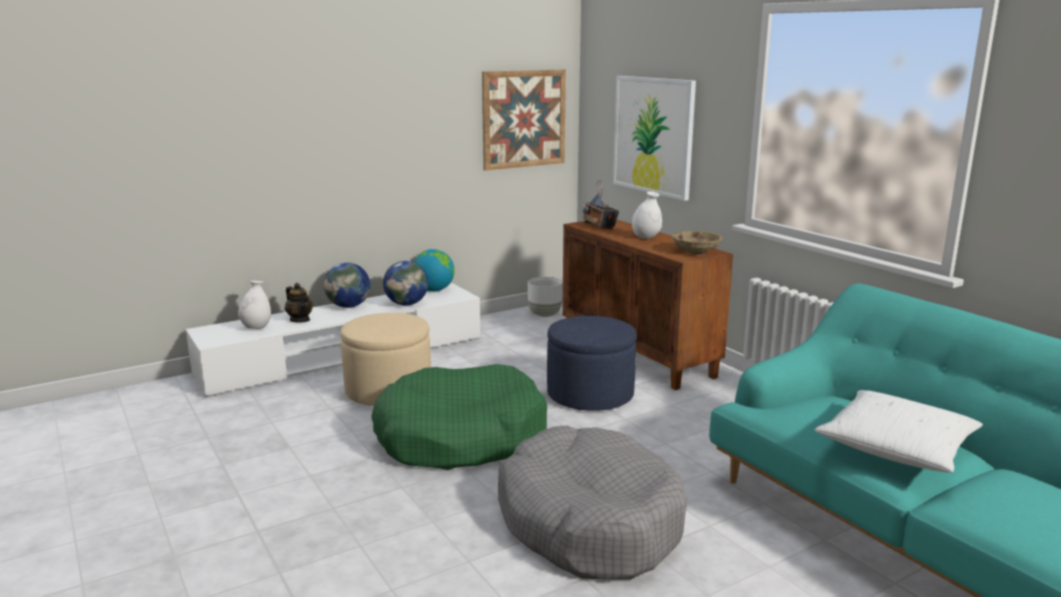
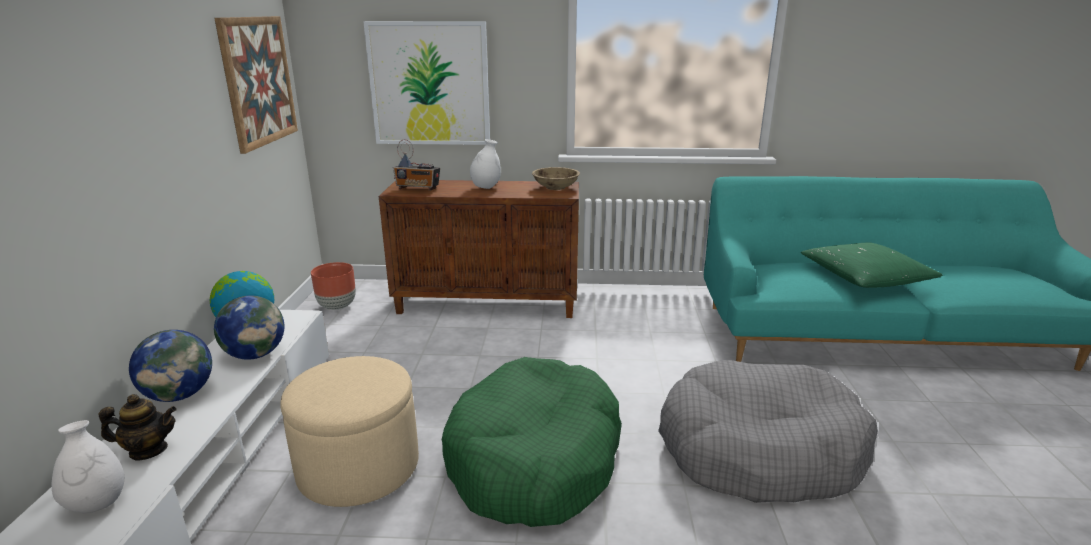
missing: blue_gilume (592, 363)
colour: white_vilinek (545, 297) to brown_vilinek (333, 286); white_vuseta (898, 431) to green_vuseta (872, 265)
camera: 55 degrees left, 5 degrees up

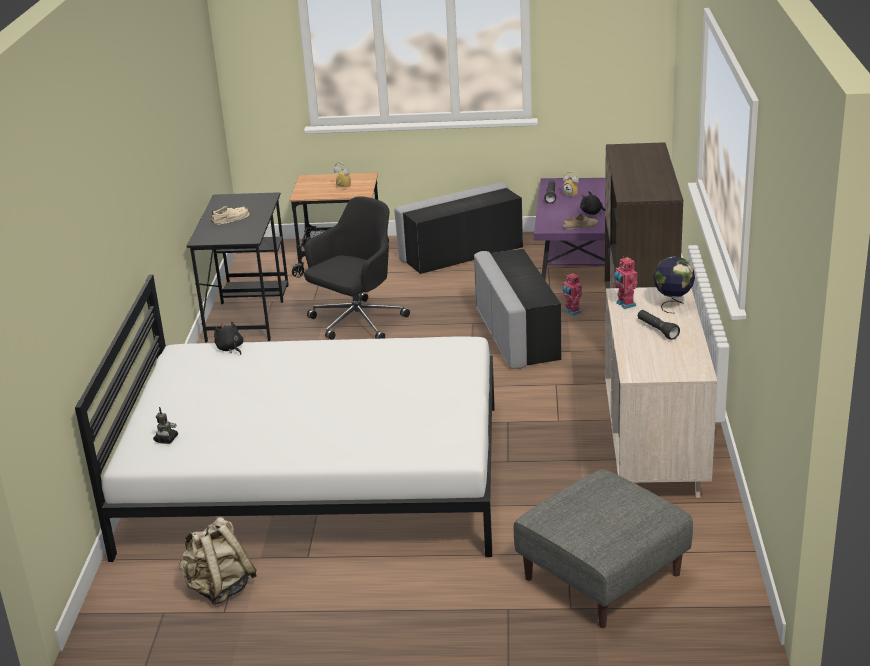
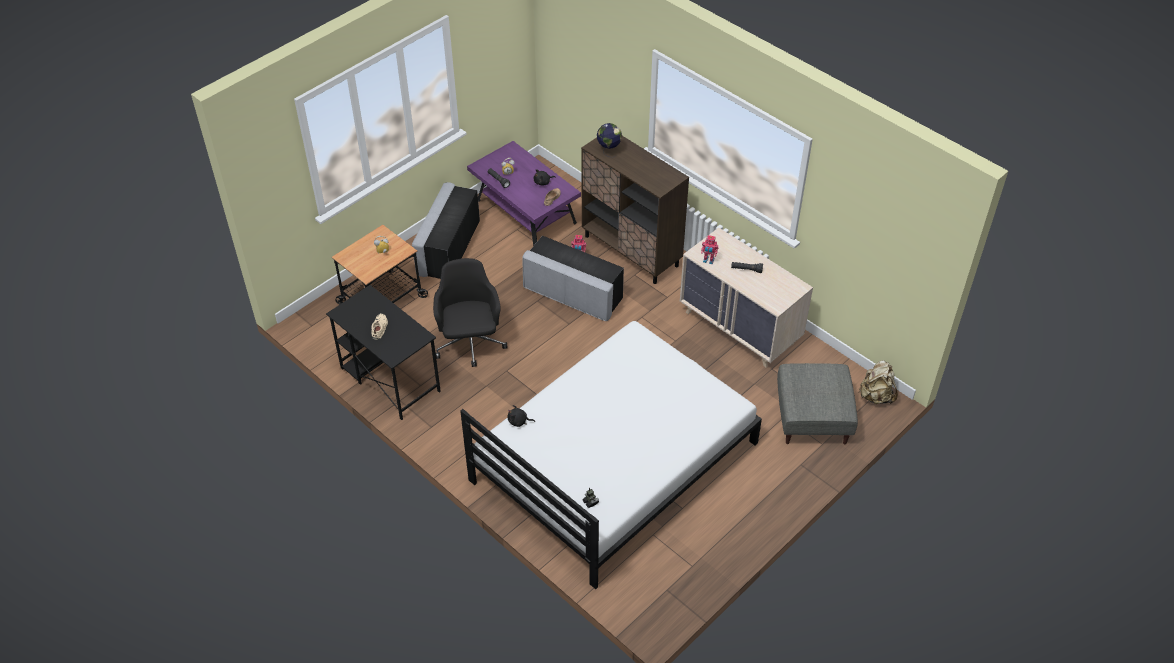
relocated: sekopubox (674, 284) to (609, 140); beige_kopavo (218, 561) to (878, 382)
camera: 50 degrees left, 20 degrees up

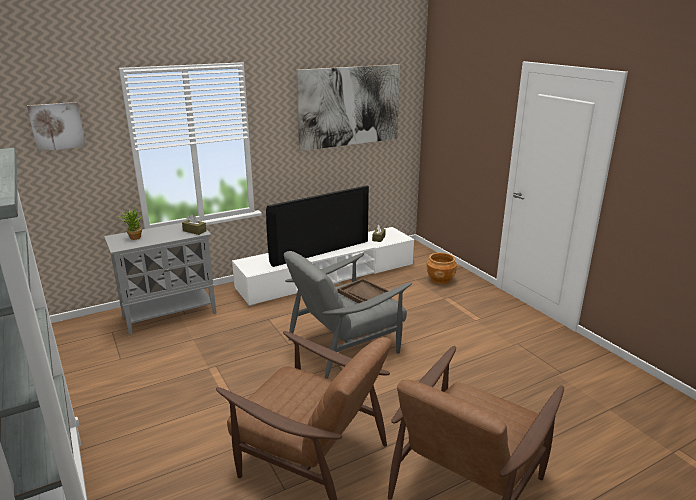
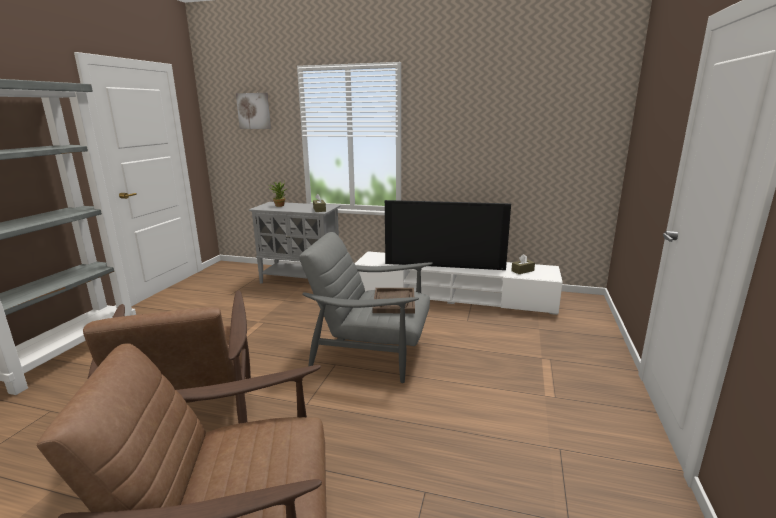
missing: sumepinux (348, 107); brown_vilinek (441, 268)
camera: 45 degrees right, 5 degrees down

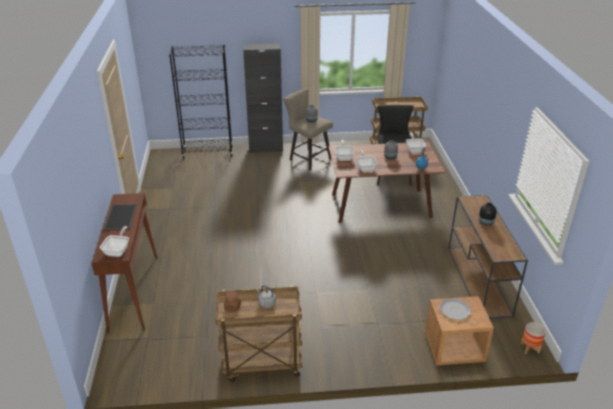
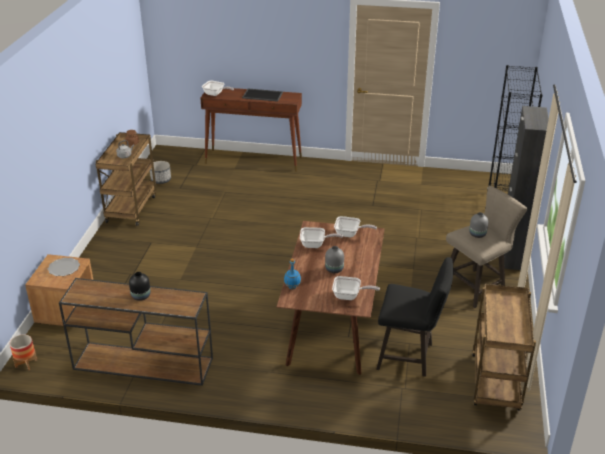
appeared: vilinek (160, 172)
camera: 105 degrees right, 0 degrees up

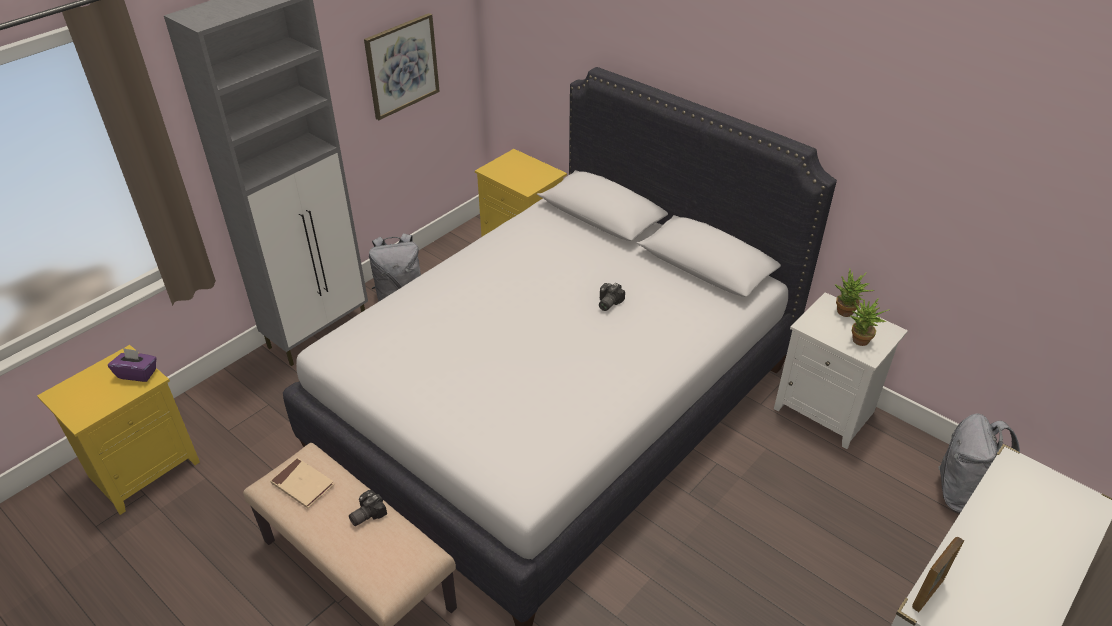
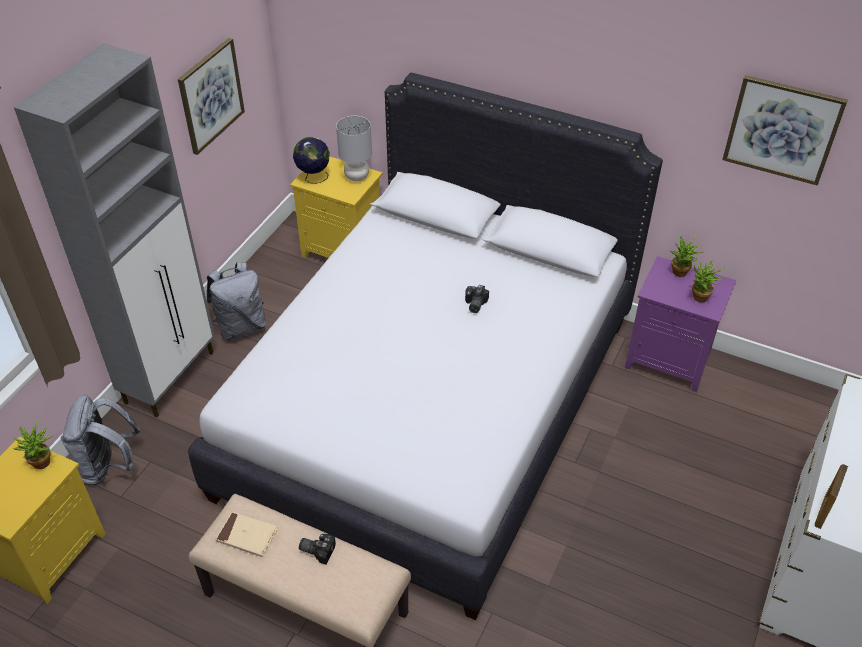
appeared: sumepinux (785, 130); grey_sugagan (354, 148); sekopubox (311, 160)
relocated: grey_kopavo (979, 464) to (101, 440)
exchanged: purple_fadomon (132, 365) to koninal (33, 444)
colour: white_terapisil (841, 370) to purple_terapisil (680, 324)
spun: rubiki (368, 508) = (317, 549) 75 degrees clockwise
camera: 15 degrees left, 5 degrees up

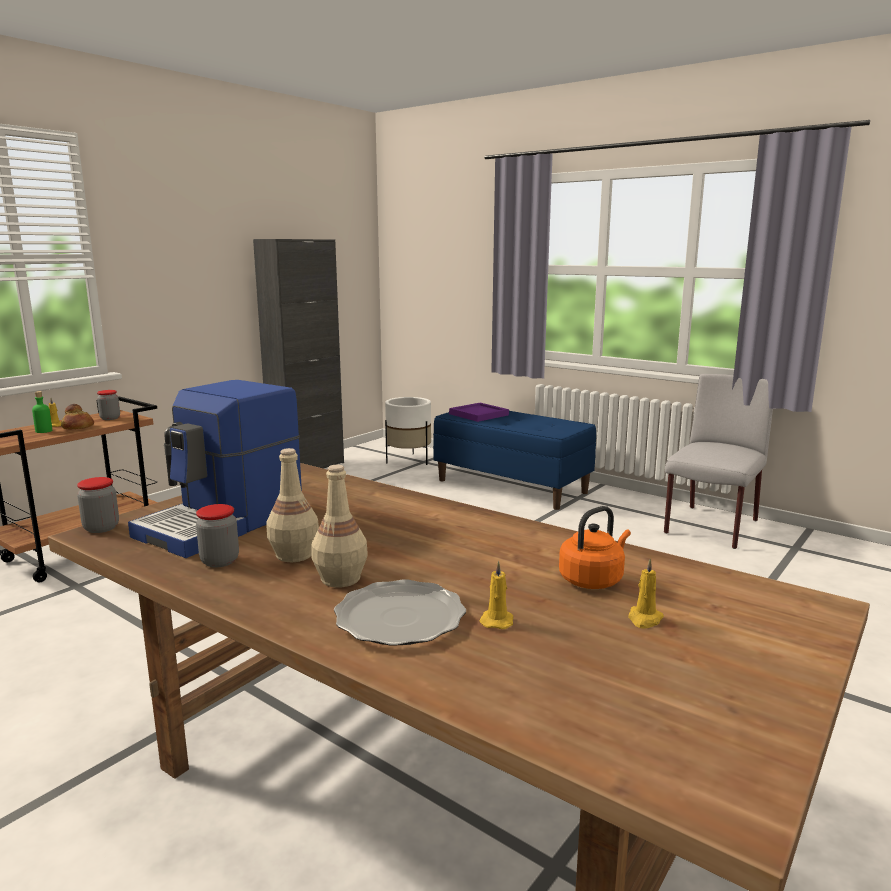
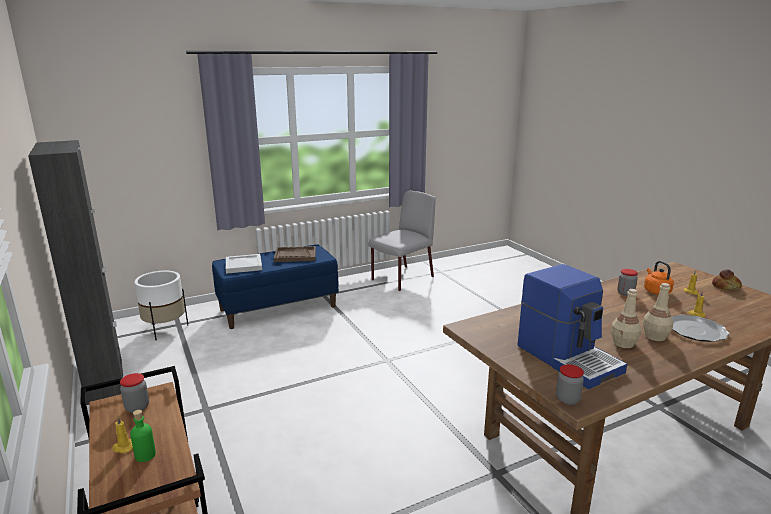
appeared: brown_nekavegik (295, 254)
relocated: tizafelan (77, 416) to (727, 279); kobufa (217, 535) to (627, 282)
colour: purple_nekavegik (479, 412) to white_nekavegik (244, 264)
spun: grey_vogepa (718, 461) = (402, 241) 75 degrees clockwise
camera: 65 degrees left, 5 degrees up

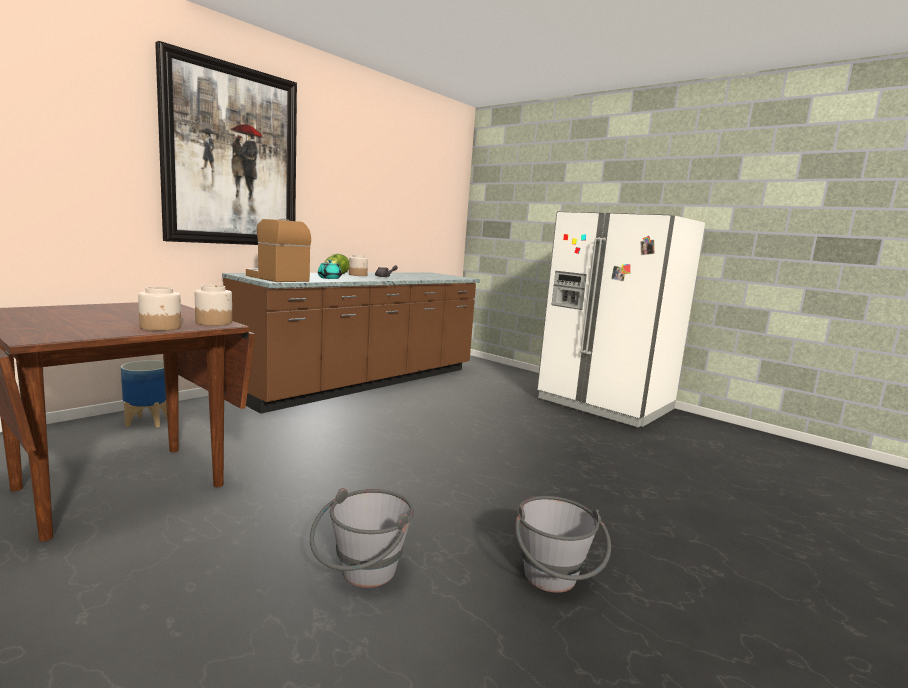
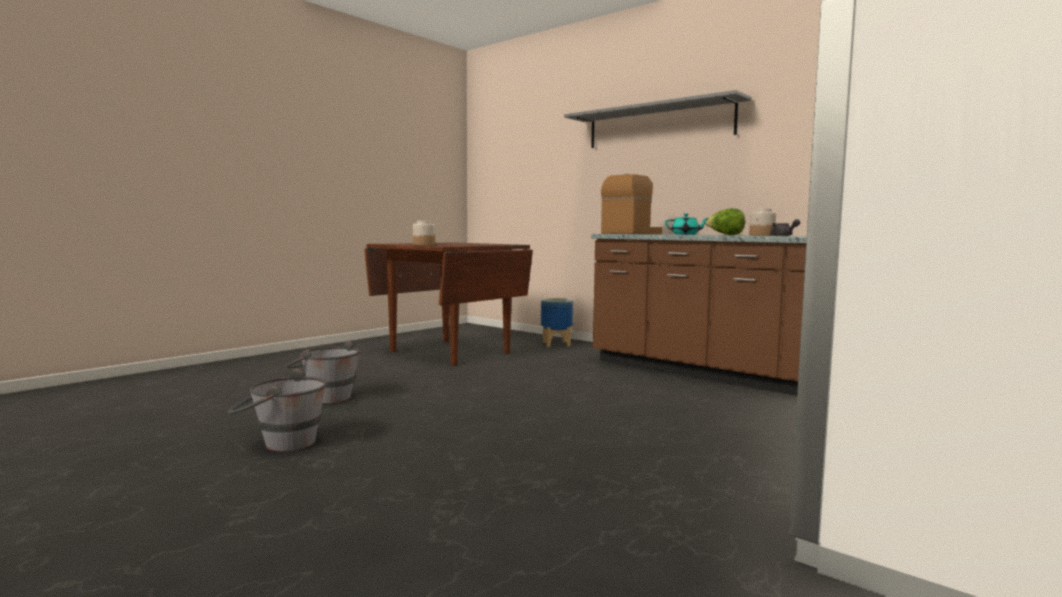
missing: kobufa (213, 305)
exchanged: sumepinux (226, 143) to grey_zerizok (658, 119)
camera: 90 degrees right, 5 degrees down

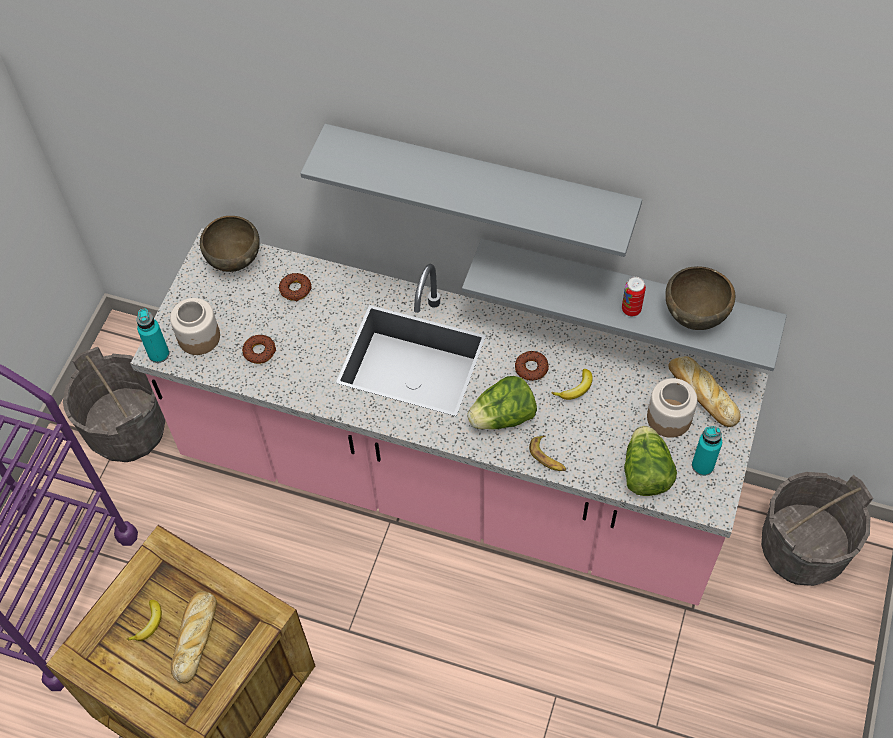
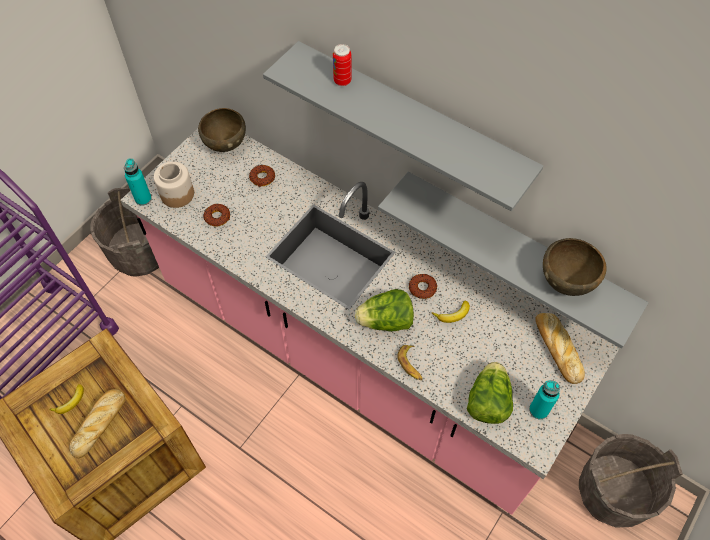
missing: kobufa (672, 408)
relocated: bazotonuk (634, 296) to (342, 65)
camera: 15 degrees right, 0 degrees up

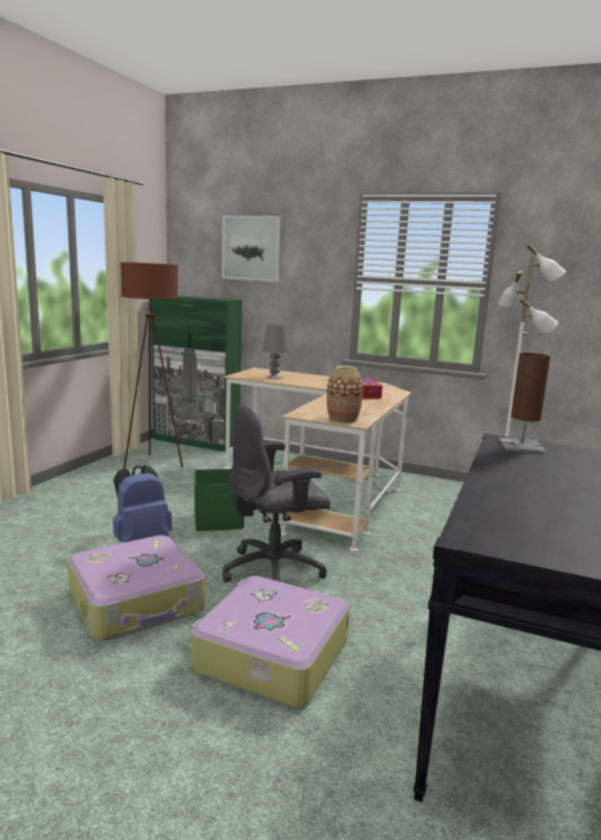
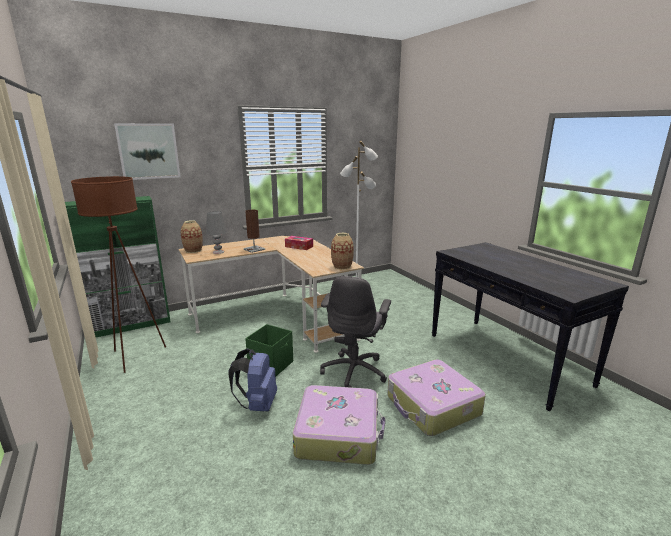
appeared: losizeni (192, 236)
relocated: brown_sugagan (524, 403) to (254, 231)
camera: 50 degrees left, 5 degrees up

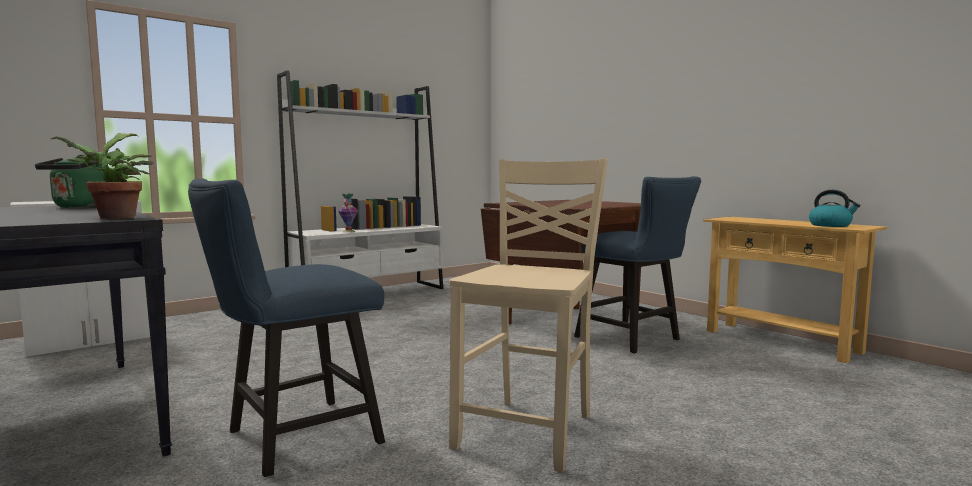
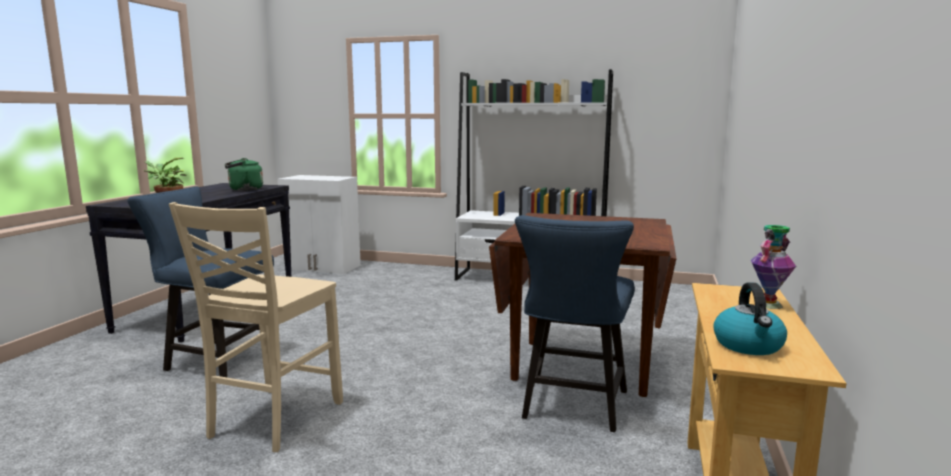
relocated: losizeni (348, 213) to (773, 267)
spun: beige_vogepa (528, 315) = (256, 327) 120 degrees clockwise
camera: 55 degrees right, 5 degrees up

